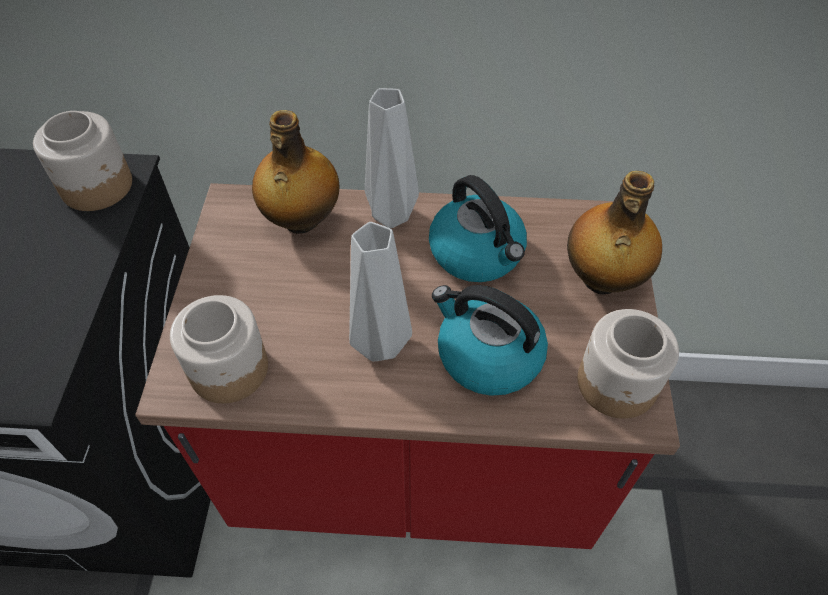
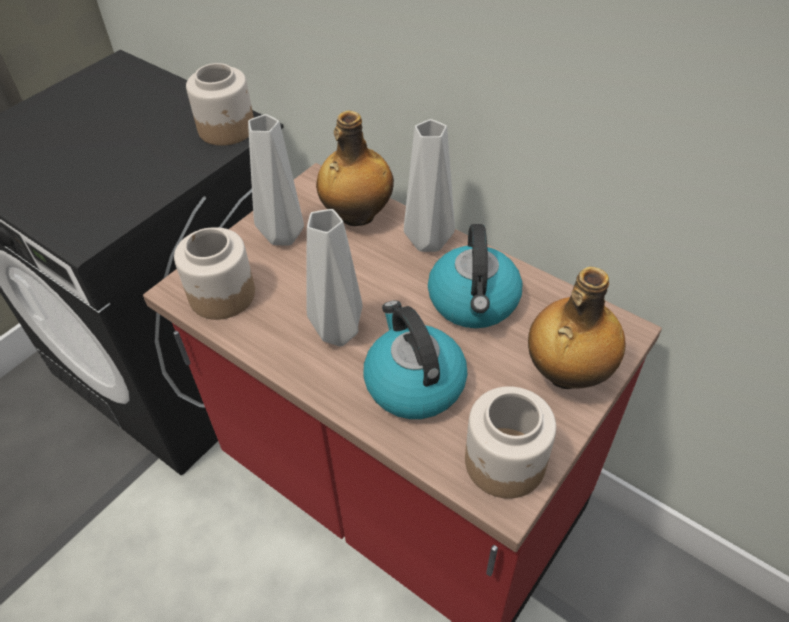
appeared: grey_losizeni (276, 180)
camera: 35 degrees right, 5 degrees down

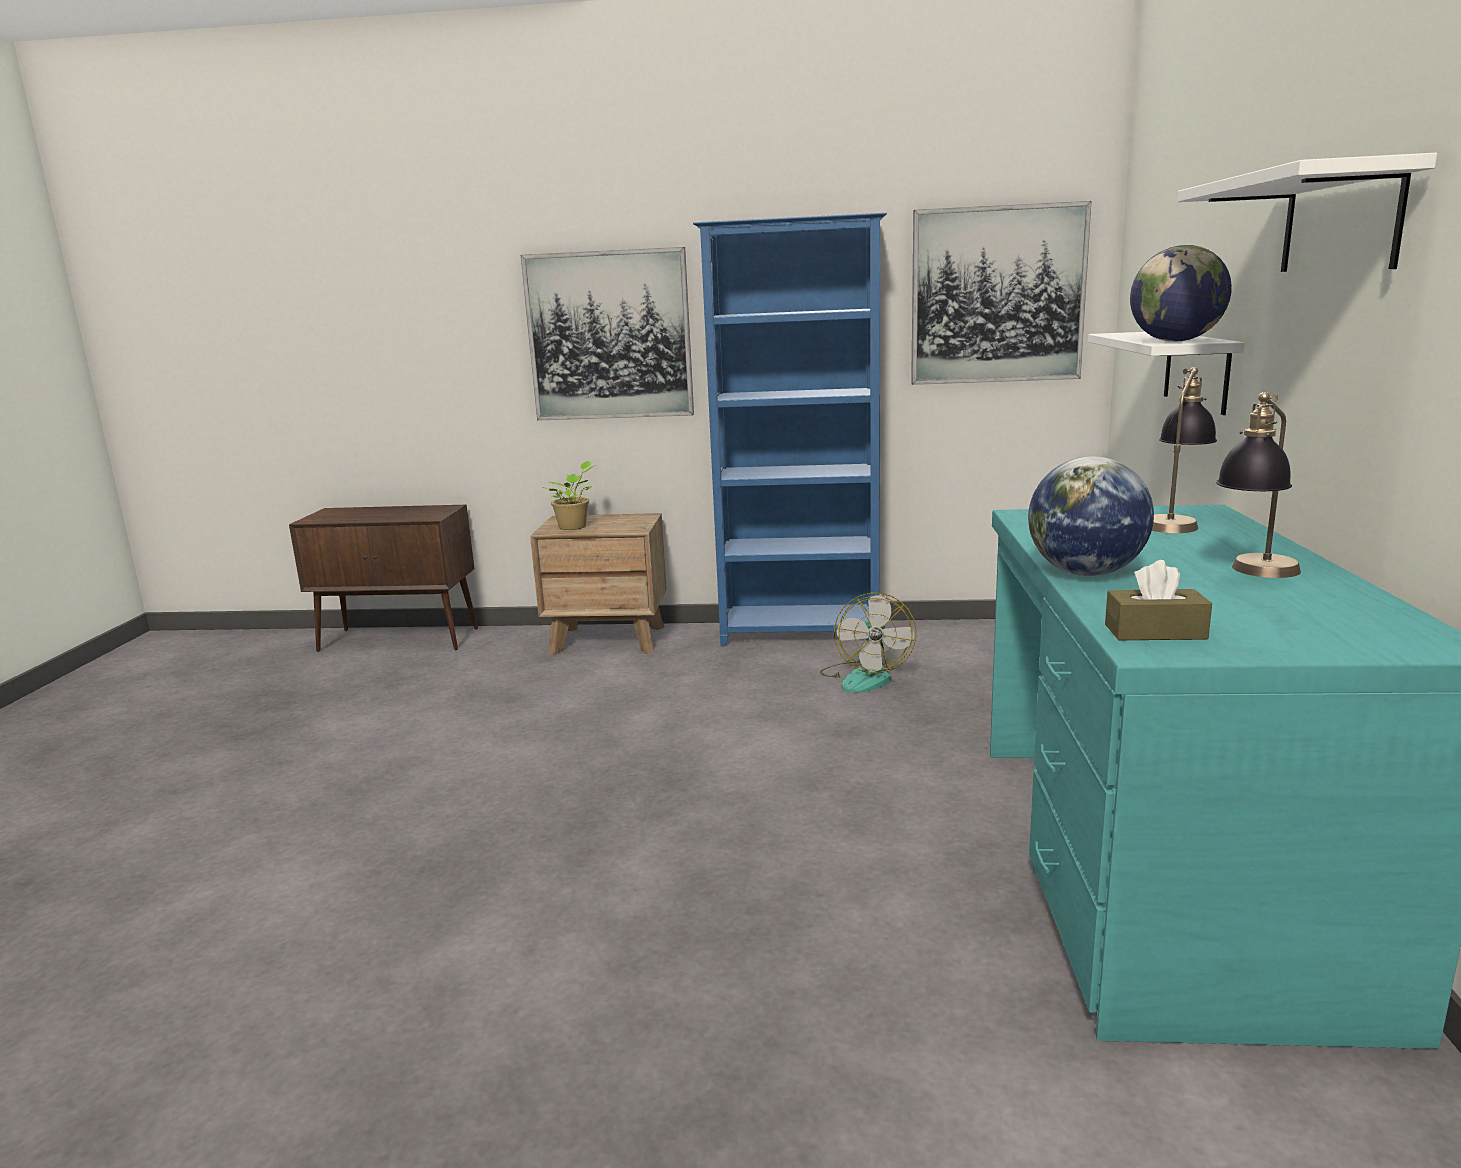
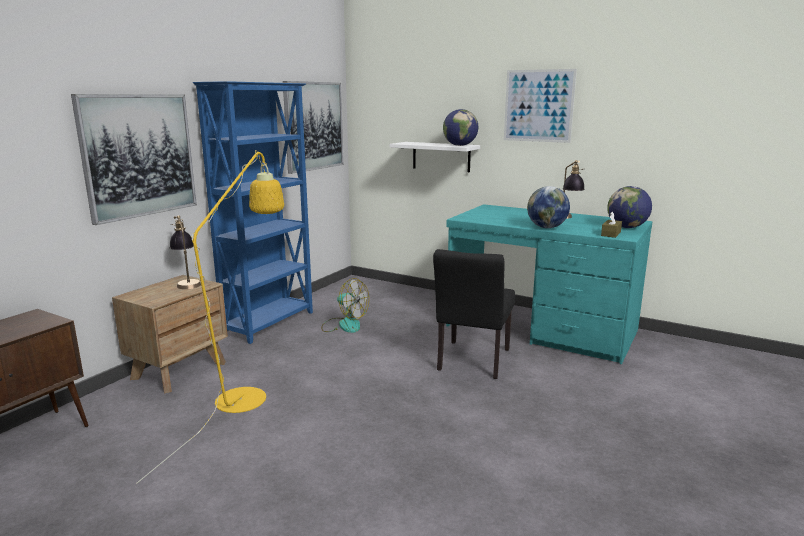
missing: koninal (571, 495)
appeared: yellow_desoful (210, 317); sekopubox (629, 207); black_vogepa (474, 314)
relocated: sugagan (1184, 450) to (185, 252)
exchanged: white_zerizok (1307, 212) to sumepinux (540, 106)
camera: 65 degrees left, 0 degrees up

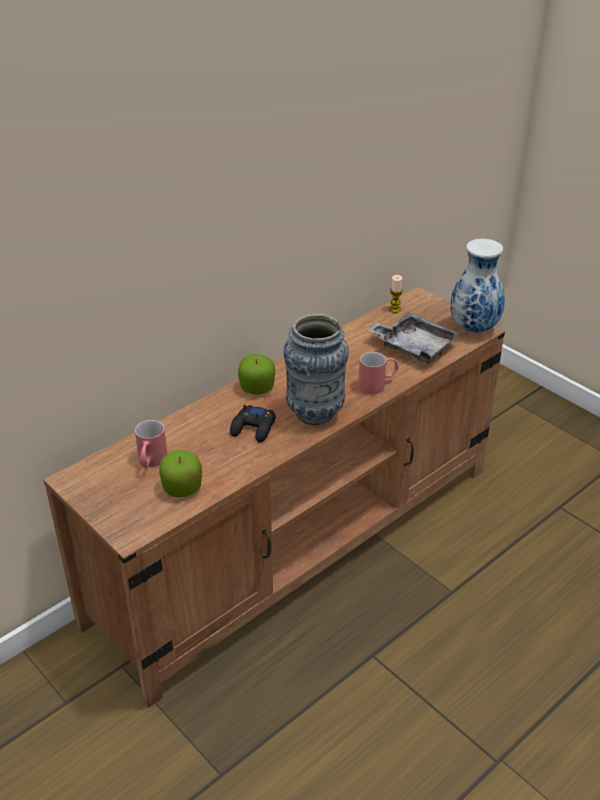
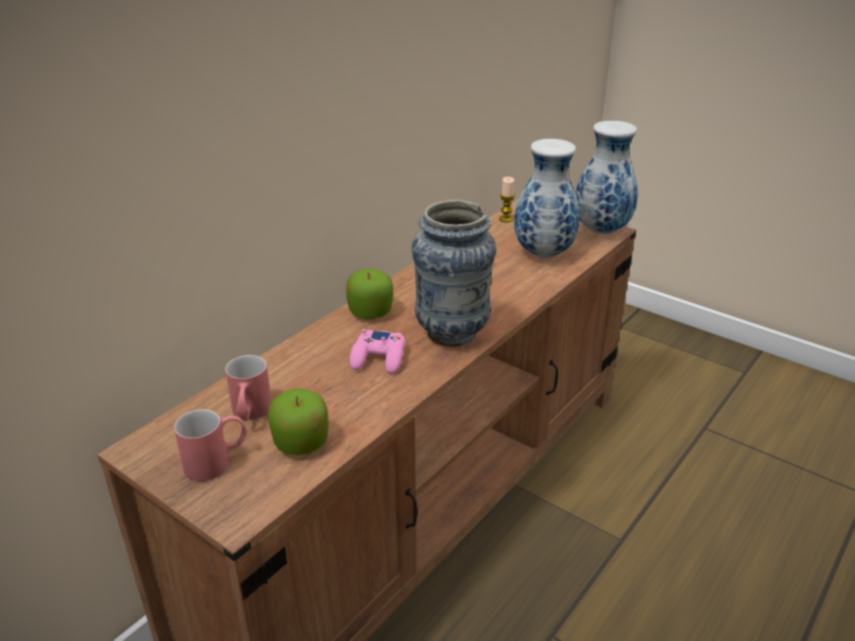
relocated: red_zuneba (378, 373) to (210, 445)
exchanged: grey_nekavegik (413, 338) to losizeni (547, 198)
colour: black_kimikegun (253, 424) to pink_kimikegun (377, 351)
camera: 10 degrees left, 5 degrees down

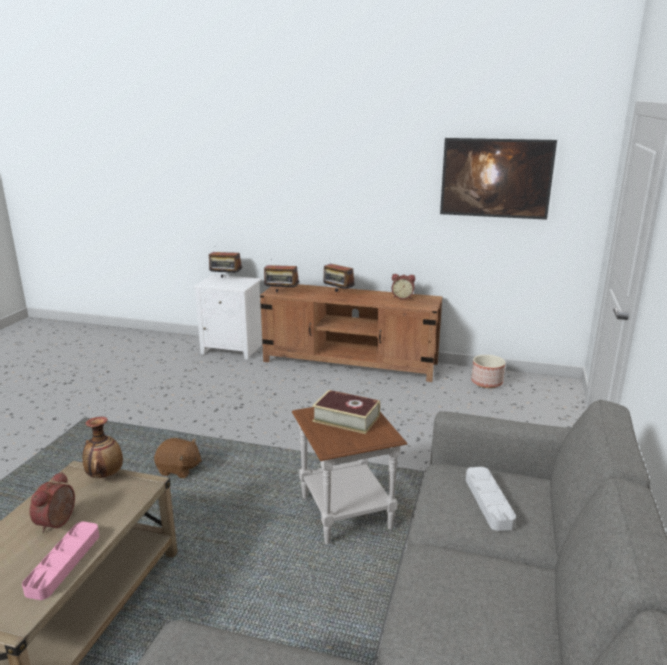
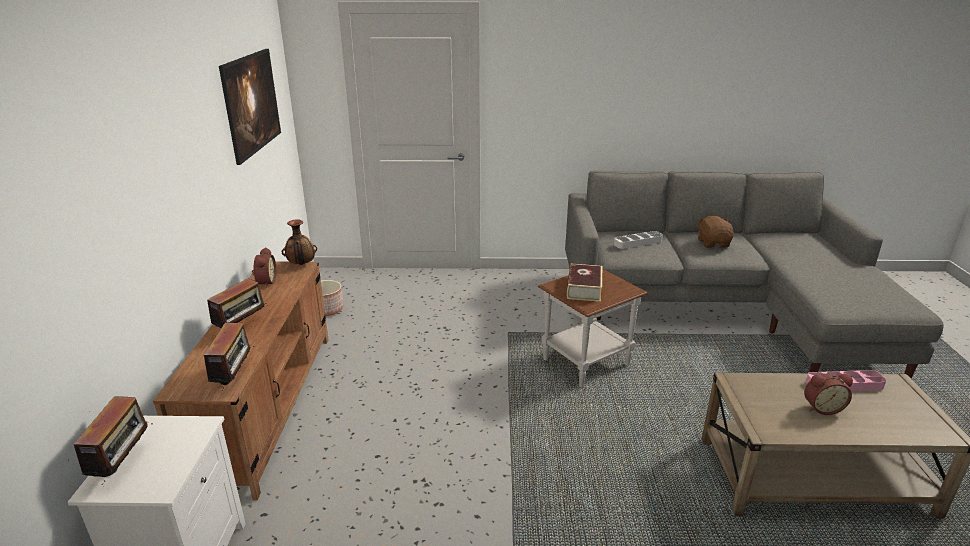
relocated: losizeni (102, 447) to (299, 242); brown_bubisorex (178, 458) to (715, 232)
camera: 105 degrees left, 5 degrees up

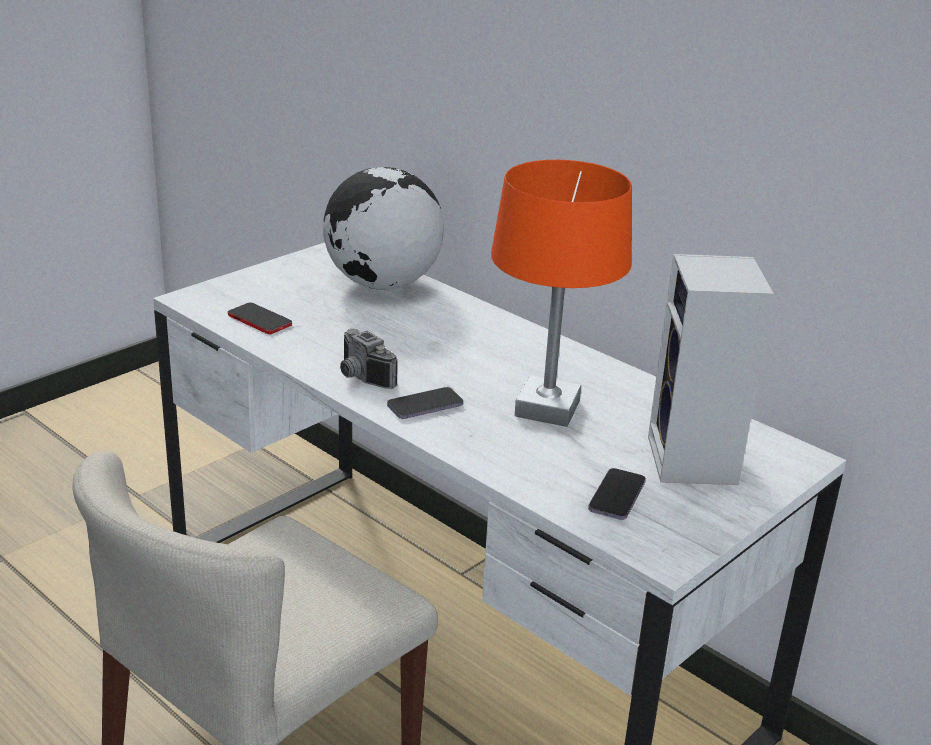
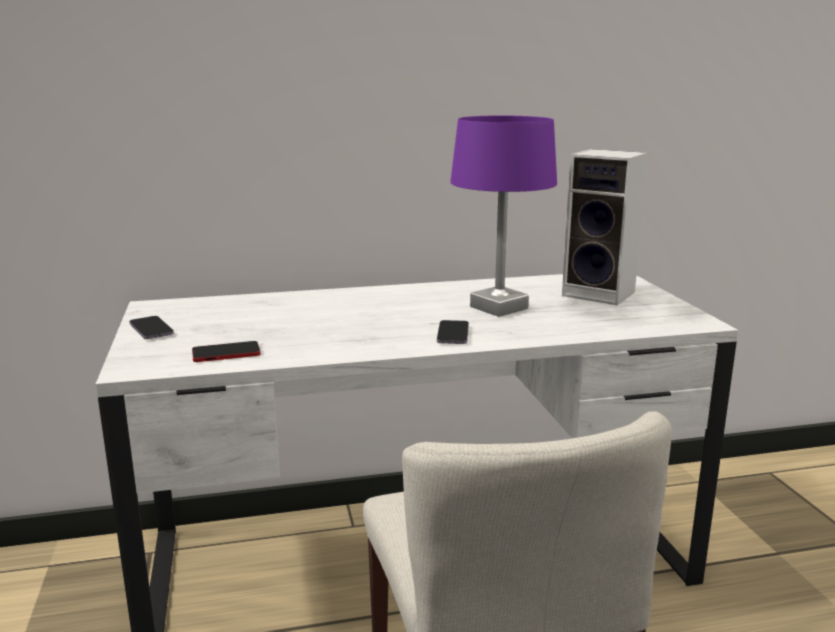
missing: sekopubox (383, 228); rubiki (368, 359)
relocated: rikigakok (617, 494) to (151, 327)
colour: orange_sugagan (561, 293) to purple_sugagan (503, 216)
camera: 55 degrees left, 10 degrees down

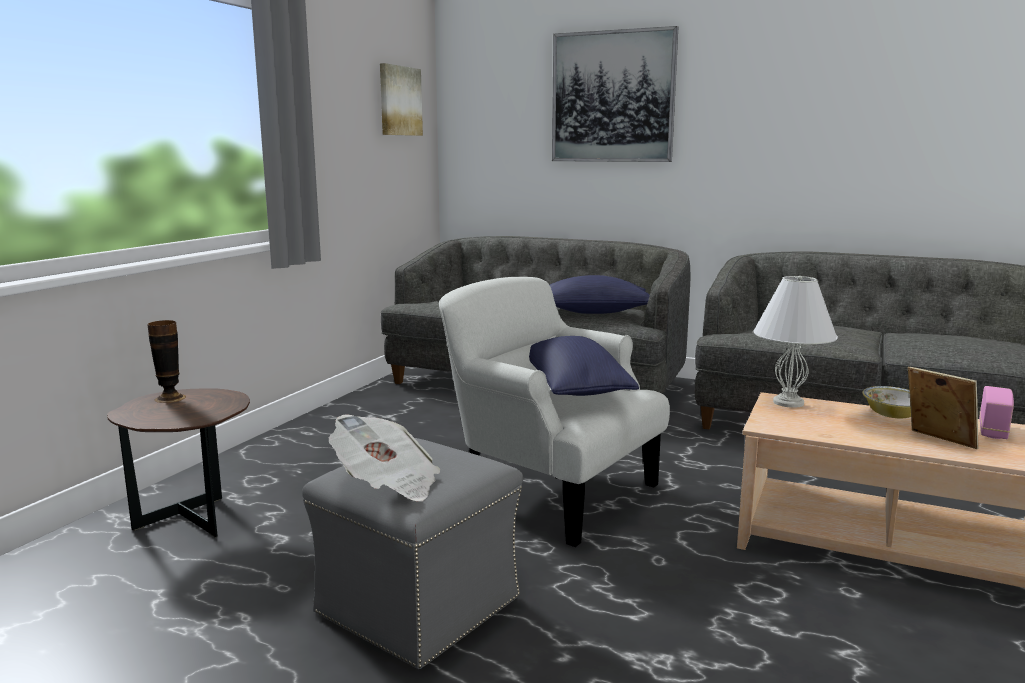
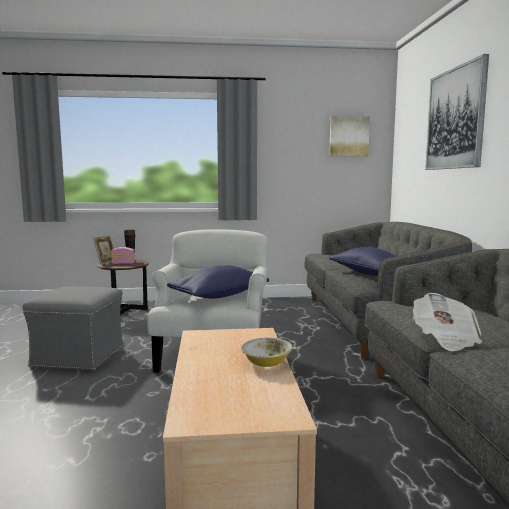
missing: white_sugagan (795, 342)
relocated: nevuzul (943, 408) to (103, 250); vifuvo (996, 412) to (123, 255); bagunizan (385, 457) to (447, 322)
camera: 60 degrees right, 5 degrees down

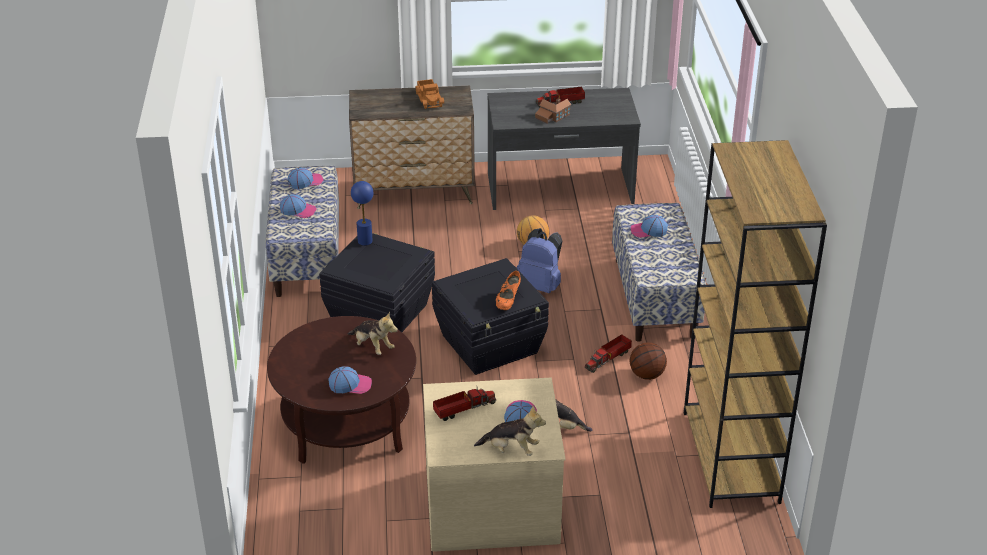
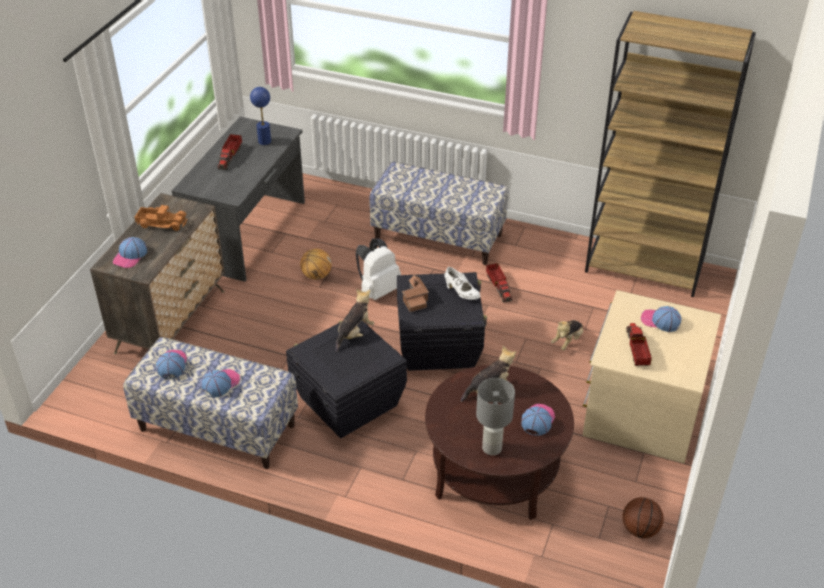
appeared: grey_sugagan (495, 416)
relocated: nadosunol (553, 111) to (415, 294); blue_sugagan (362, 213) to (260, 116); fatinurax (649, 226) to (130, 252); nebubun (648, 361) to (643, 517); bubisorex (510, 431) to (354, 320)
colour: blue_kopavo (539, 260) to white_kopavo (378, 269); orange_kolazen (508, 290) to white_kolazen (462, 283)
camera: 65 degrees left, 5 degrees up

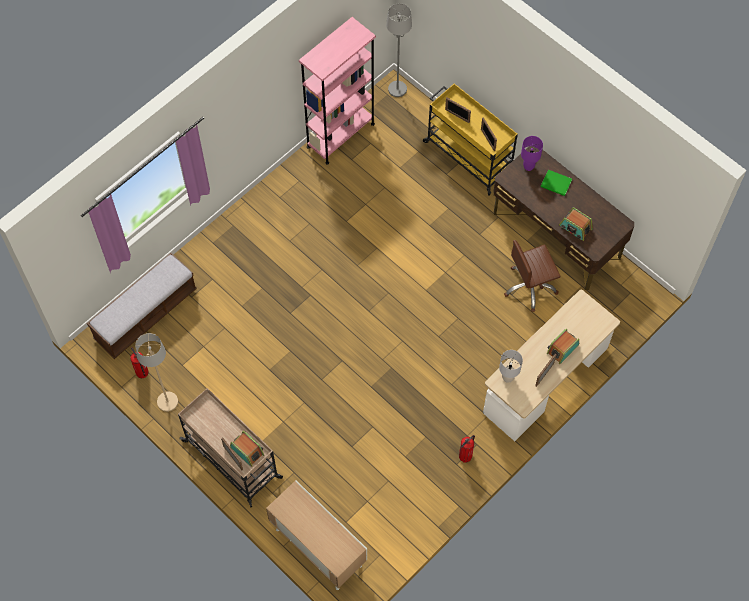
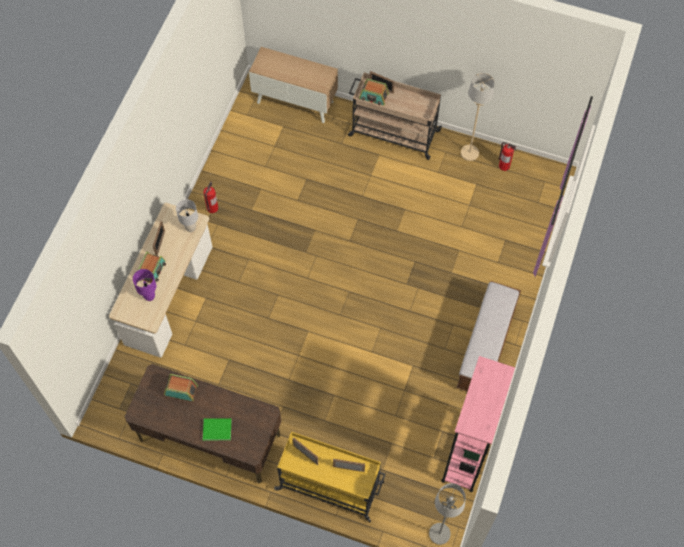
missing: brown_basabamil (532, 276)
relocated: purple_sugagan (532, 153) to (144, 285); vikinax (142, 306) to (488, 336)
camera: 155 degrees right, 0 degrees up

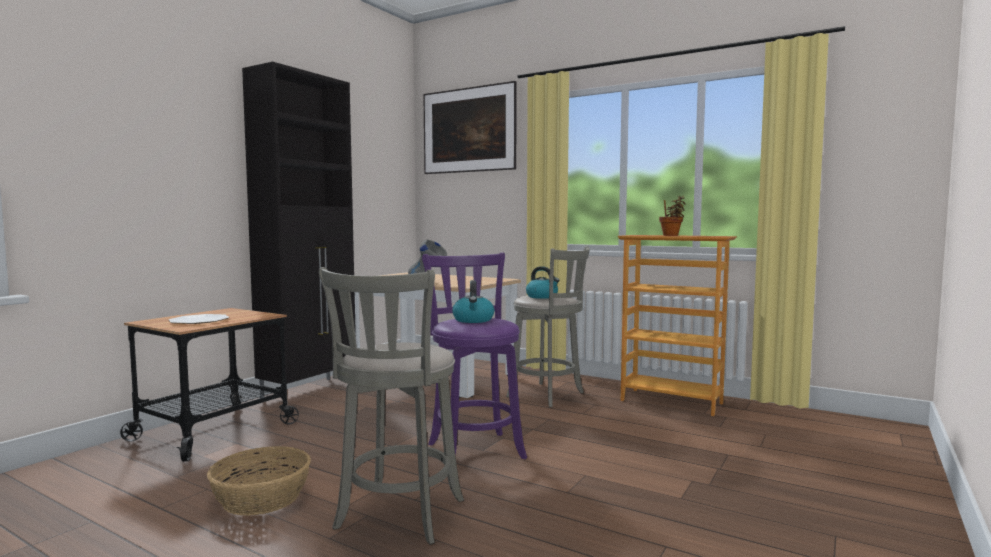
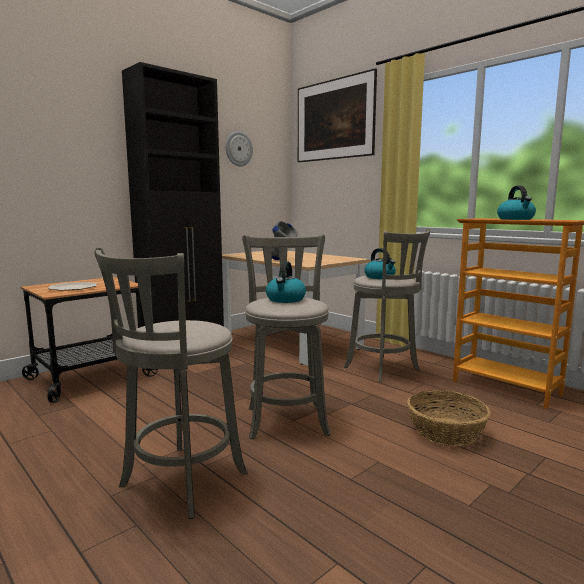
appeared: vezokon (239, 148)
relocated: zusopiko (259, 481) to (449, 418)
exchanged: koninal (672, 216) to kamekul (516, 202)
colour: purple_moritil (474, 355) to grey_moritil (286, 337)
camera: 15 degrees right, 5 degrees up

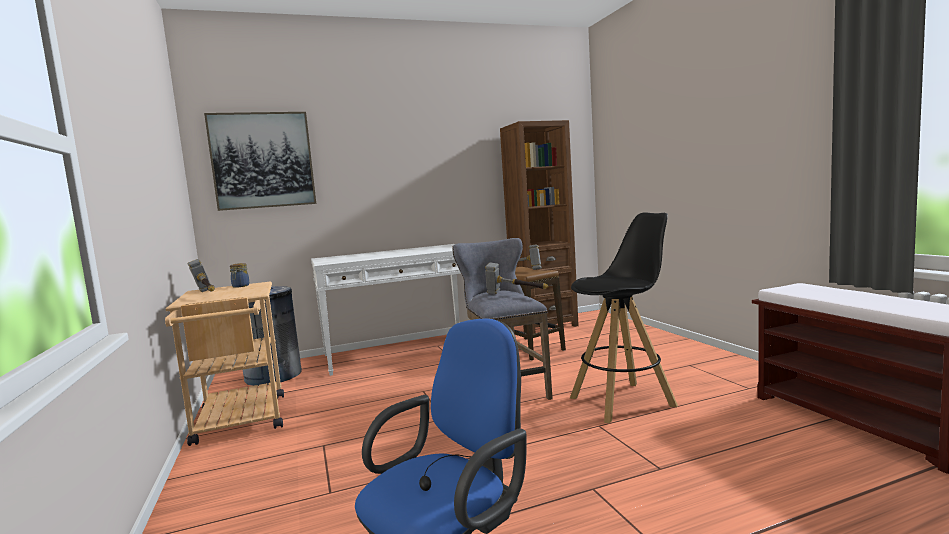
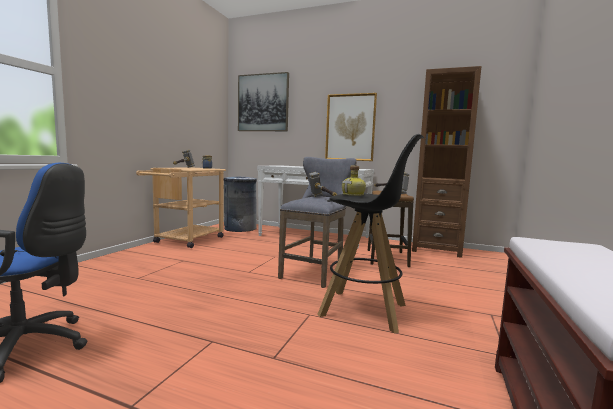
appeared: sumepinux (351, 127); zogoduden (354, 181)
camera: 40 degrees right, 0 degrees up

